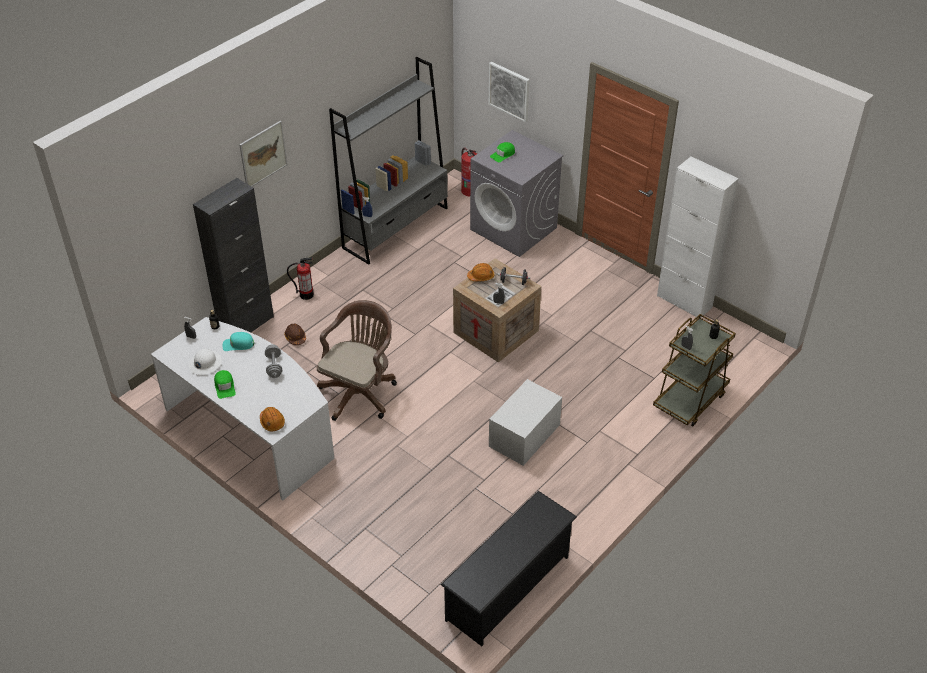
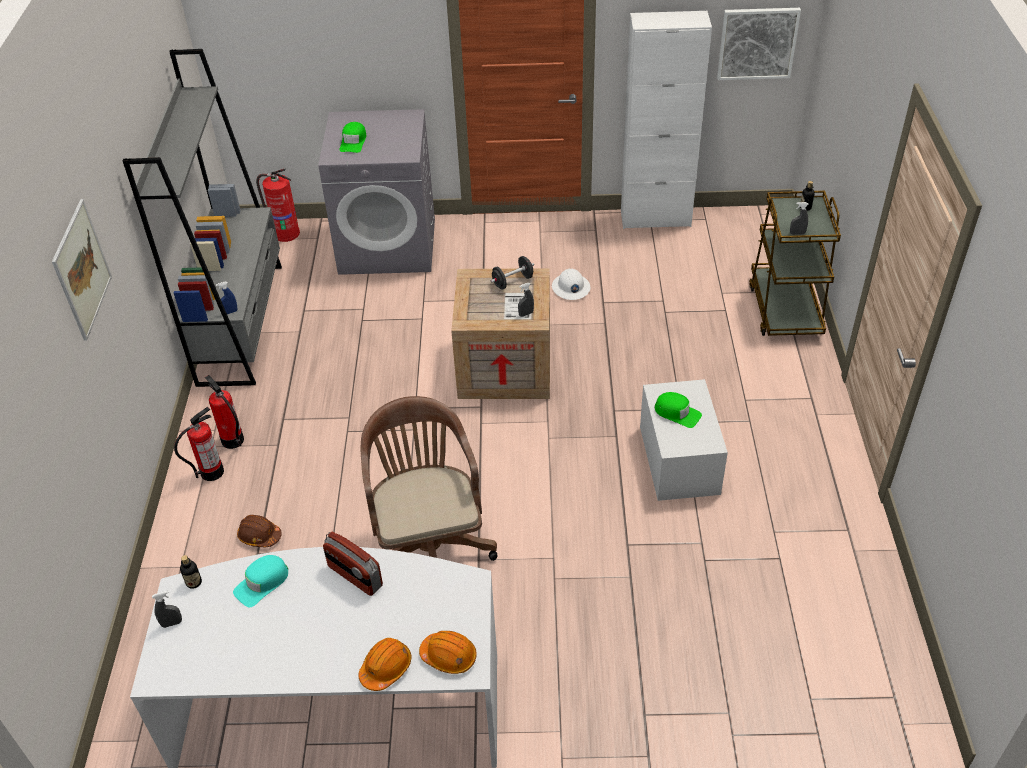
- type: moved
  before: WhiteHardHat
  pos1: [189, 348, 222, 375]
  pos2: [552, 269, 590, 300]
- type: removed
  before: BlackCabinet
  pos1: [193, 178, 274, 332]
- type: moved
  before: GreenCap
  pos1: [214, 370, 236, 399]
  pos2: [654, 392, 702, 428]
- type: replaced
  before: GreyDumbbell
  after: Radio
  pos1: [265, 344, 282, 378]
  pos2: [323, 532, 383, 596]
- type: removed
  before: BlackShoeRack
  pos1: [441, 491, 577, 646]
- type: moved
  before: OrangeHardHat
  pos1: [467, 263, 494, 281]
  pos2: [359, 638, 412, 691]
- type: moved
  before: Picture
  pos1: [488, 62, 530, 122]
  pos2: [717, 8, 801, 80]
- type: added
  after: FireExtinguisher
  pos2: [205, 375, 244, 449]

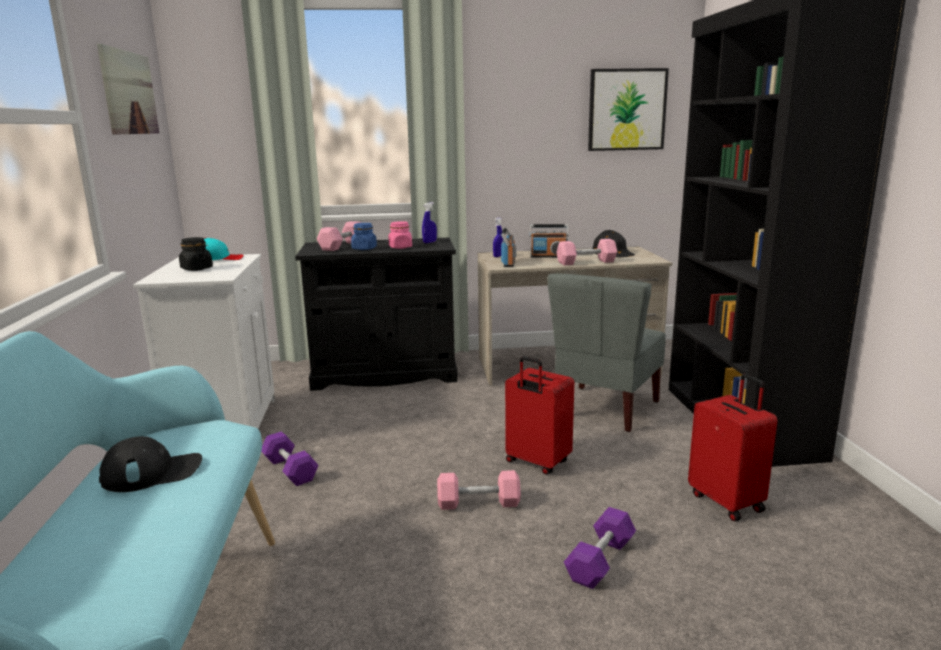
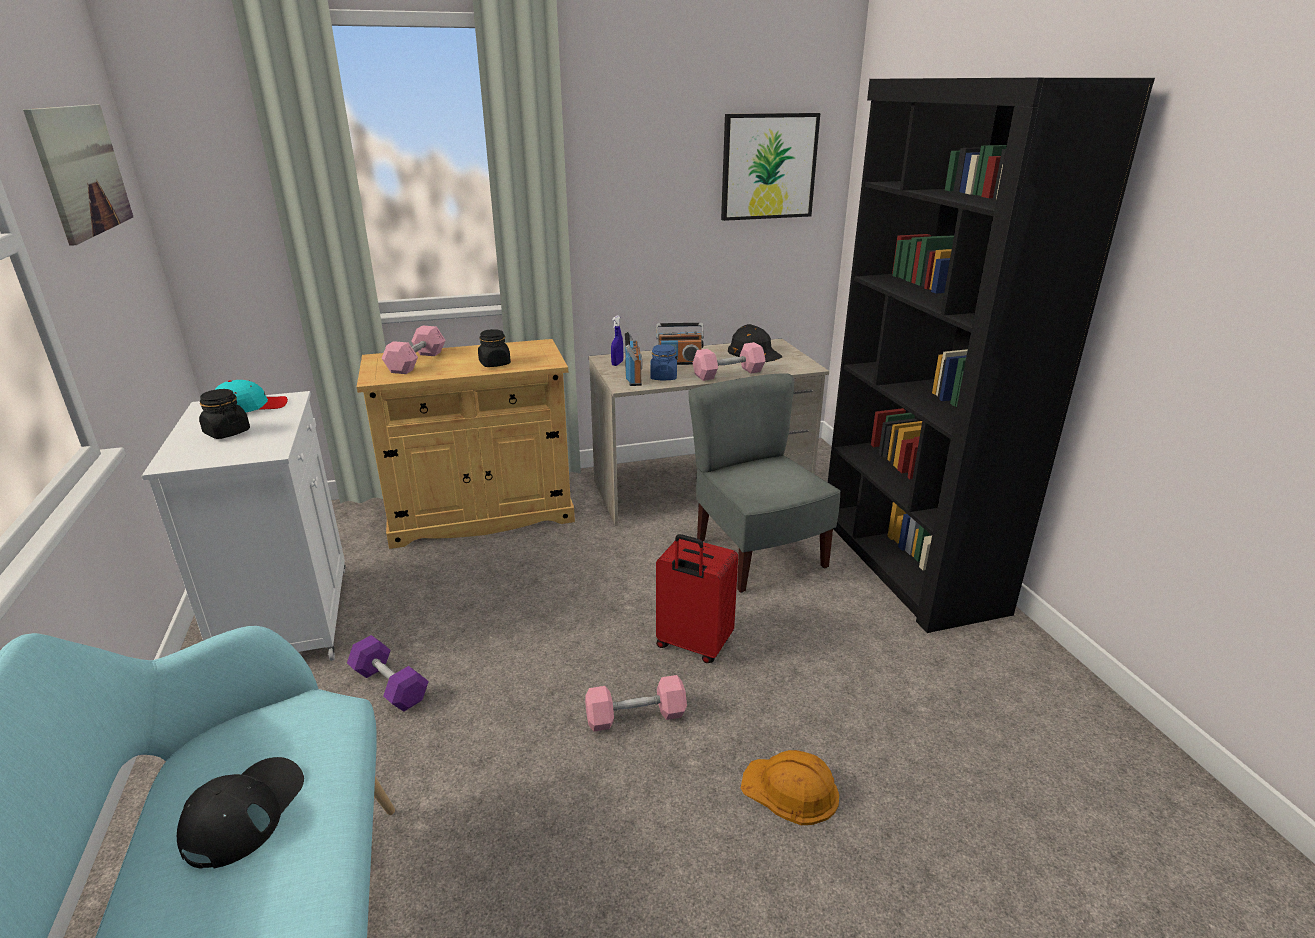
- type: turned
  before: BlackCap
  pos1: [99, 436, 202, 492]
  pos2: [177, 757, 304, 869]
  turn: -45
- type: recoloured
  before: BlackCabinet
  after: BeigeCabinet
  pos1: [295, 238, 458, 391]
  pos2: [357, 339, 575, 549]
- type: moved
  before: BlueJar
  pos1: [351, 223, 377, 250]
  pos2: [650, 344, 677, 380]
- type: recoloured
  before: PinkJar
  after: BlackJar
  pos1: [388, 221, 412, 249]
  pos2: [478, 329, 511, 367]
- type: removed
  before: BlueSprayBottle
  pos1: [422, 202, 437, 243]
- type: turned
  before: GreyChair
  pos1: [547, 274, 666, 432]
  pos2: [688, 373, 840, 593]
  turn: 135
- type: replaced
  before: PurpleDumbbell
  after: OrangeHardHat
  pos1: [564, 507, 636, 589]
  pos2: [740, 750, 839, 825]
- type: removed
  before: RedSuitcase
  pos1: [688, 374, 778, 521]

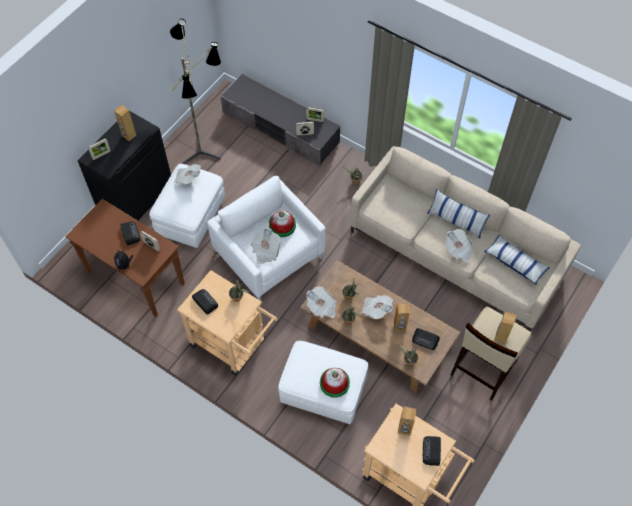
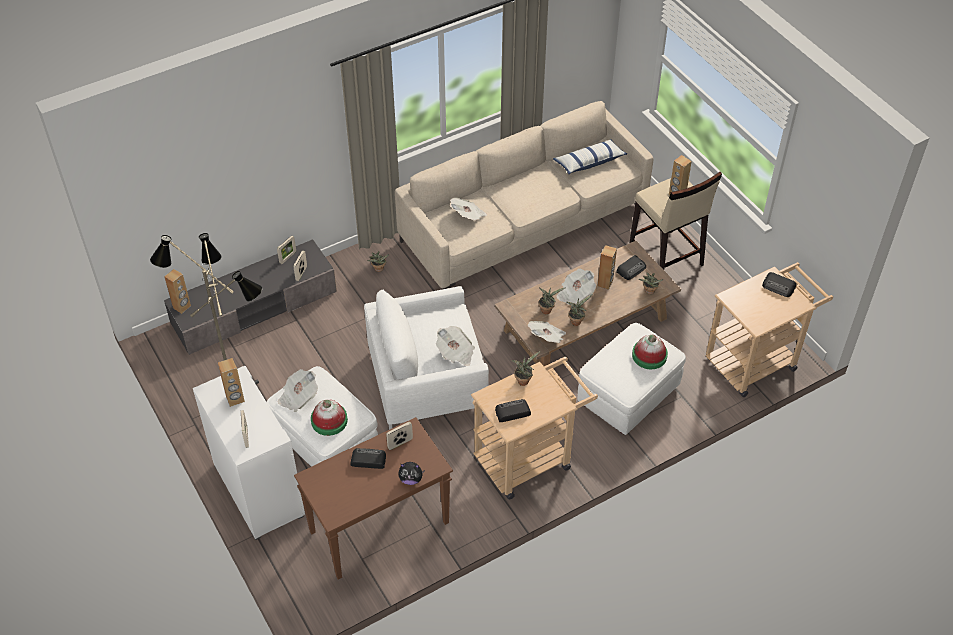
- type: recoloured
  before: BlackCabinet
  after: WhiteCabinet
  pos1: [77, 111, 171, 220]
  pos2: [193, 366, 305, 540]
- type: moved
  before: Hat
  pos1: [269, 210, 296, 237]
  pos2: [311, 399, 348, 436]
- type: moved
  before: BrownSpeaker
  pos1: [398, 406, 416, 436]
  pos2: [164, 269, 191, 314]
- type: removed
  before: Pillow
  pos1: [427, 189, 490, 239]
- type: moved
  before: Newspaper
  pos1: [445, 229, 474, 263]
  pos2: [450, 197, 487, 221]

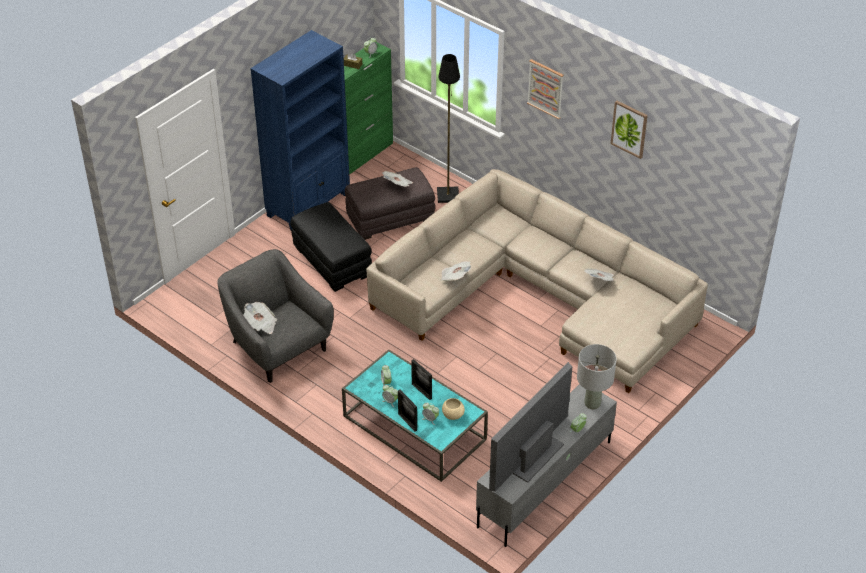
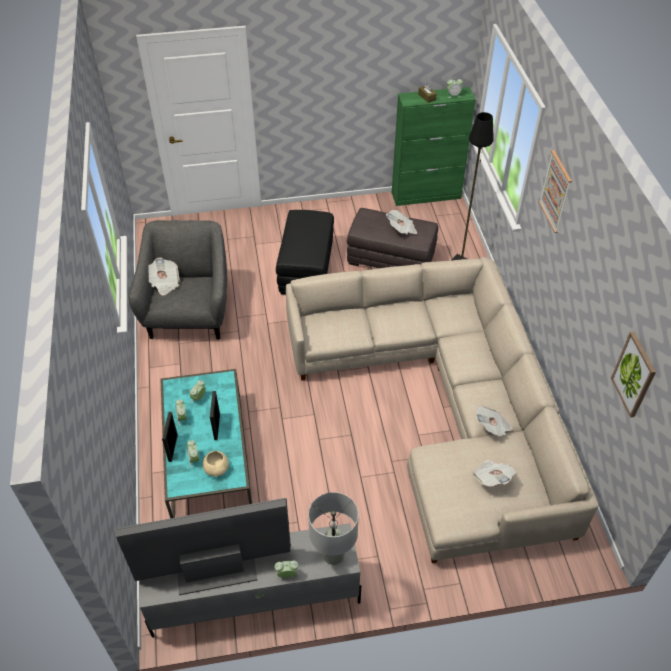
- type: removed
  before: BlueBookcase
  pos1: [250, 30, 350, 230]
- type: moved
  before: Newspaper
  pos1: [441, 261, 471, 281]
  pos2: [472, 460, 516, 486]
- type: moved
  before: Picture
  pos1: [611, 101, 648, 159]
  pos2: [611, 332, 656, 418]

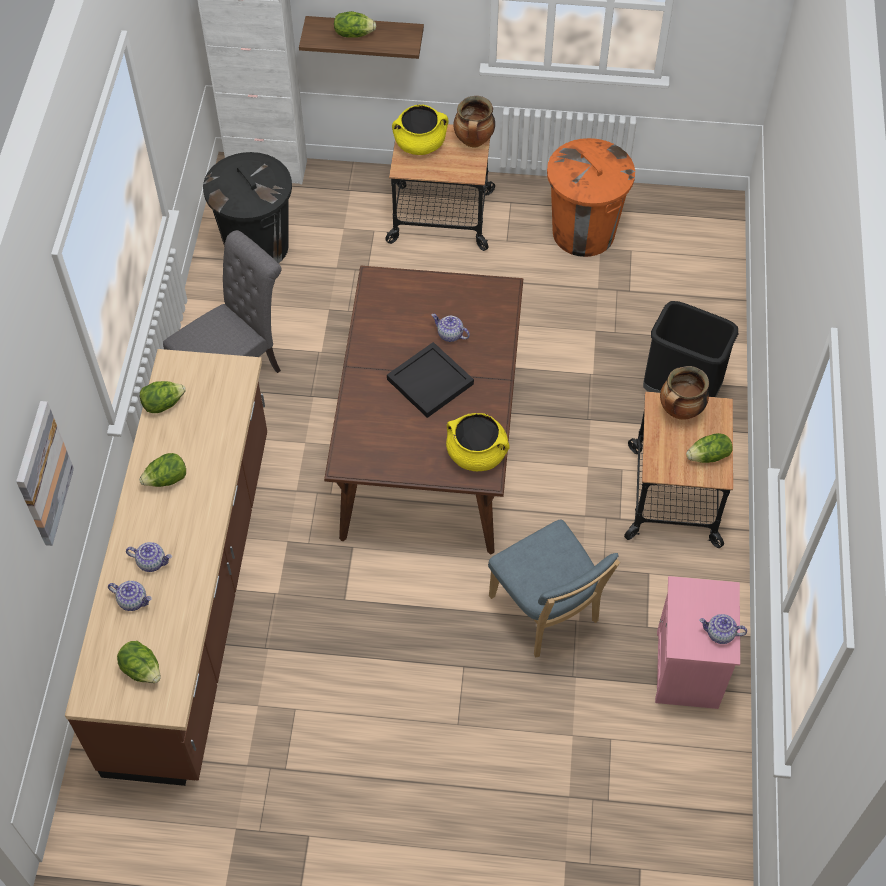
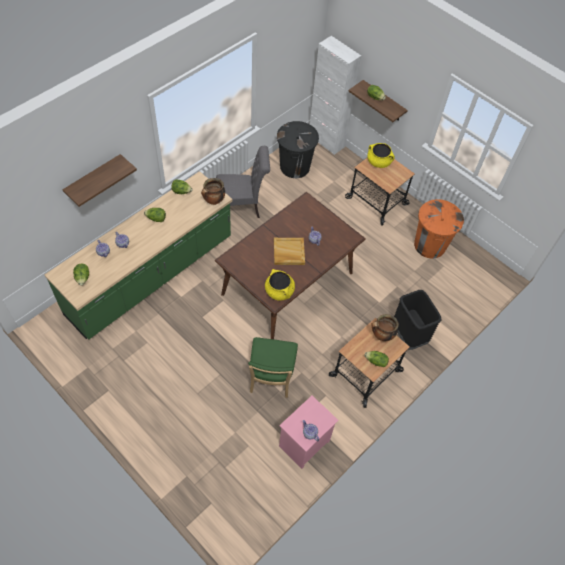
- type: replaced
  before: Picture
  after: Shelf
  pos1: [16, 401, 74, 546]
  pos2: [62, 154, 137, 207]
- type: recoloured
  before: BrownCounter
  after: GreenCounter
  pos1: [65, 349, 267, 786]
  pos2: [44, 171, 232, 340]
- type: recoloured
  before: BlackTray
  after: BeigeTray
  pos1: [387, 342, 474, 418]
  pos2: [274, 238, 305, 265]
- type: moved
  before: CookingPot
  pos1: [453, 96, 495, 148]
  pos2: [201, 178, 225, 205]
- type: recoloured
  before: BlueChair
  after: GreenChair
  pos1: [488, 519, 620, 658]
  pos2: [248, 337, 298, 398]

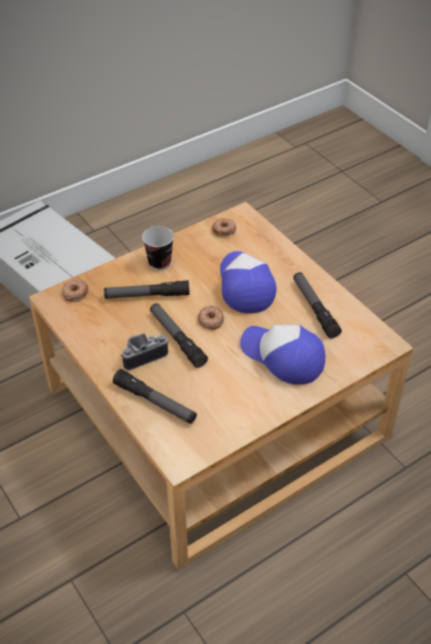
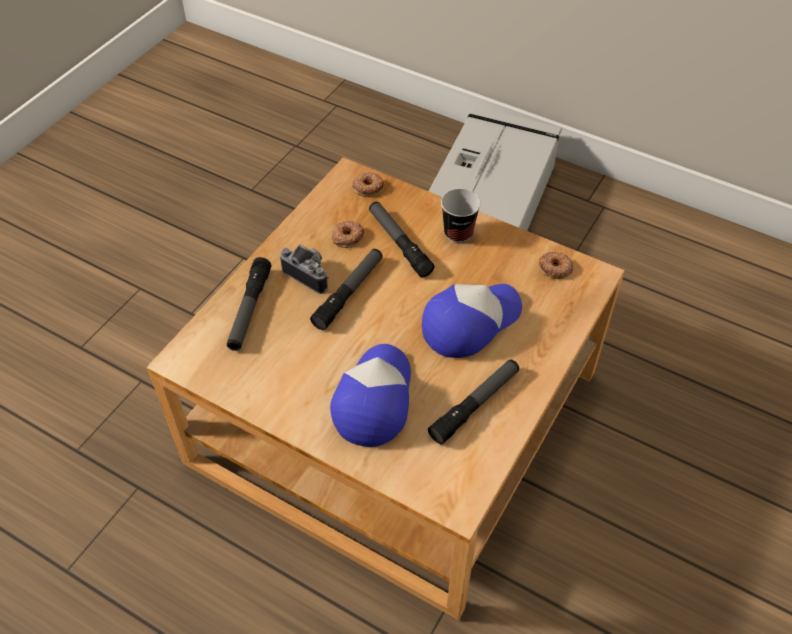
- type: moved
  before: Donut
  pos1: [198, 306, 224, 330]
  pos2: [332, 221, 364, 248]

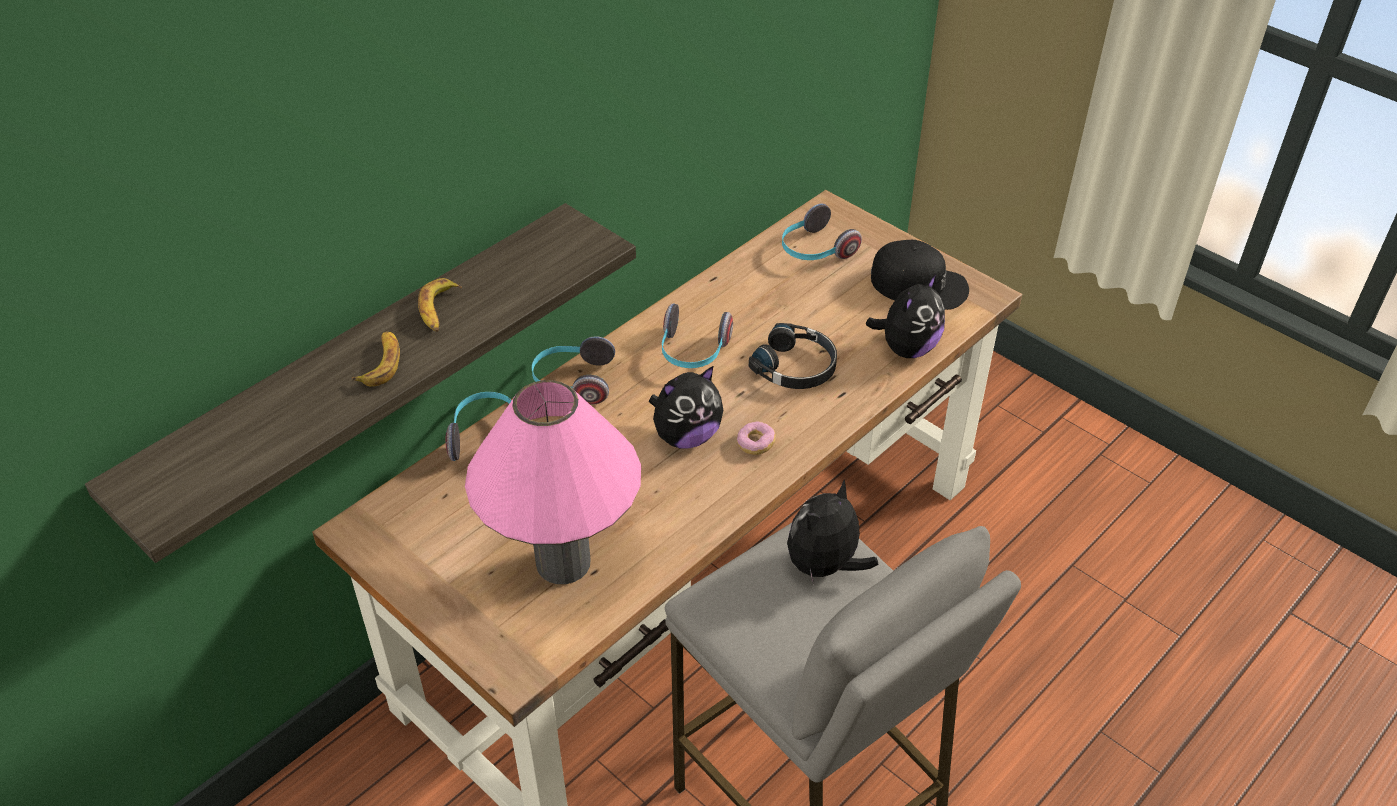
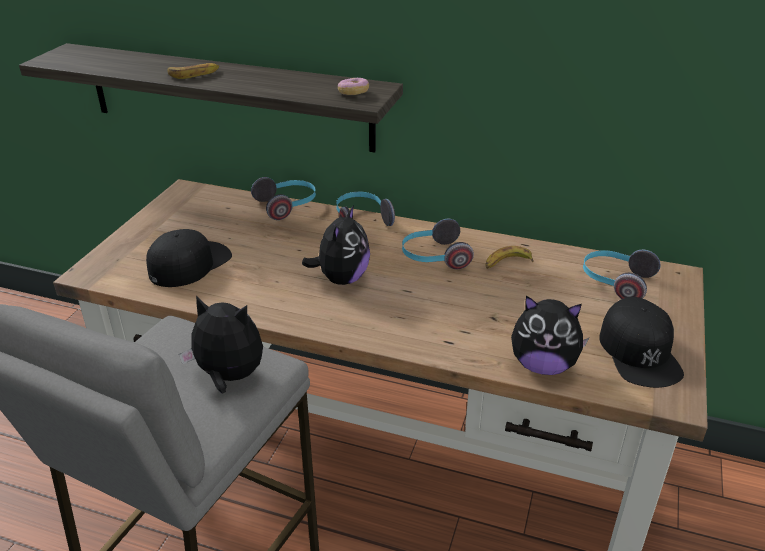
- type: moved
  before: Banana
  pos1: [418, 278, 462, 332]
  pos2: [486, 246, 534, 269]
- type: replaced
  before: PinkTableLamp
  after: BlackCap
  pos1: [465, 380, 641, 584]
  pos2: [146, 229, 232, 287]
- type: turned
  before: PlushToy
  pos1: [649, 365, 723, 448]
  pos2: [302, 205, 370, 285]
  turn: -105
- type: moved
  before: Donut
  pos1: [737, 421, 776, 455]
  pos2: [338, 78, 369, 95]
- type: removed
  before: BlackHeadphones
  pos1: [749, 323, 837, 389]

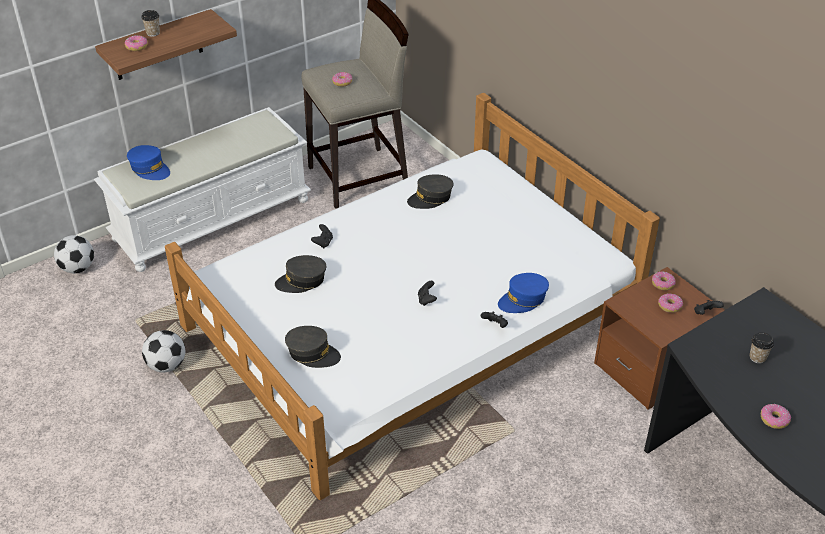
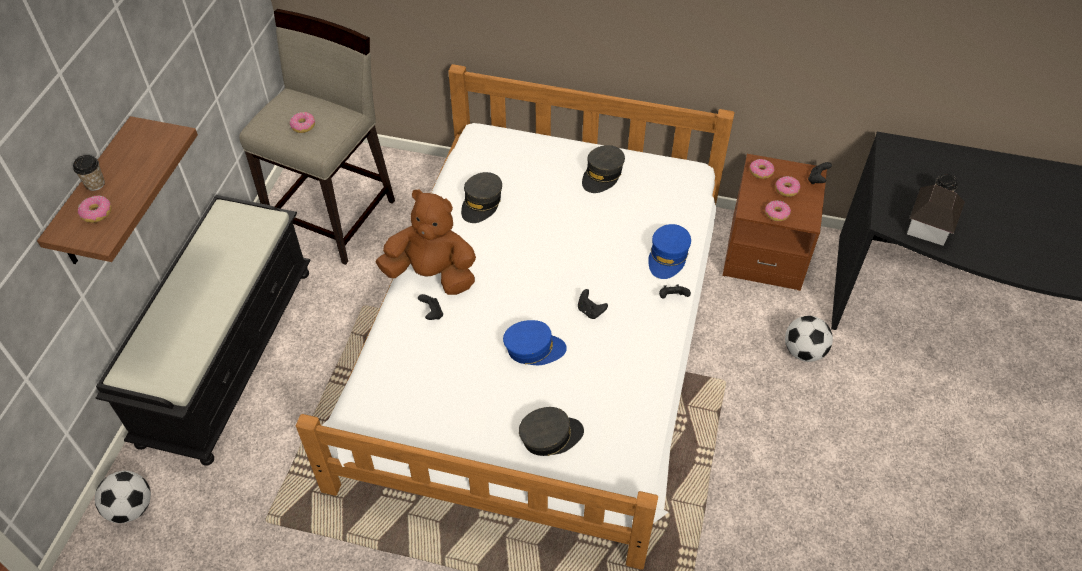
- type: recoloured
  before: WhiteBench
  after: BlackBench
  pos1: [94, 107, 311, 272]
  pos2: [96, 195, 310, 466]
- type: moved
  before: BlueCap
  pos1: [127, 145, 170, 180]
  pos2: [503, 320, 567, 365]
- type: moved
  before: Football
  pos1: [142, 330, 185, 373]
  pos2: [785, 316, 833, 362]
- type: moved
  before: GreyCap
  pos1: [275, 255, 326, 293]
  pos2: [582, 145, 625, 193]
- type: moved
  before: Donut
  pos1: [761, 404, 791, 429]
  pos2: [765, 201, 791, 221]
- type: added
  after: BrownPlushToy
  pos2: [376, 190, 476, 295]
- type: added
  after: ToyHouse
  pos2: [907, 185, 965, 245]

